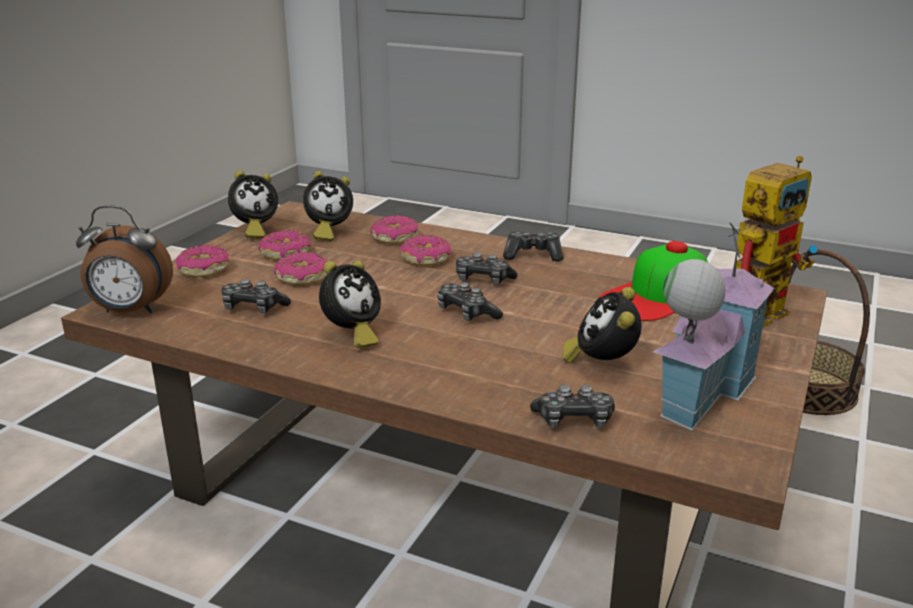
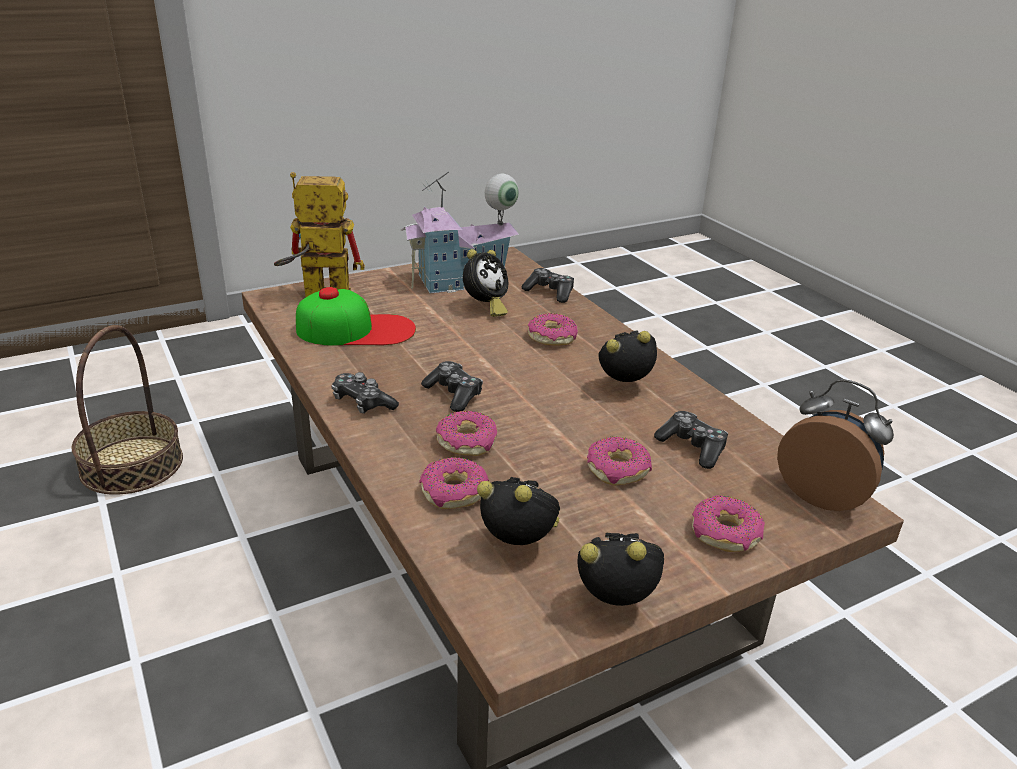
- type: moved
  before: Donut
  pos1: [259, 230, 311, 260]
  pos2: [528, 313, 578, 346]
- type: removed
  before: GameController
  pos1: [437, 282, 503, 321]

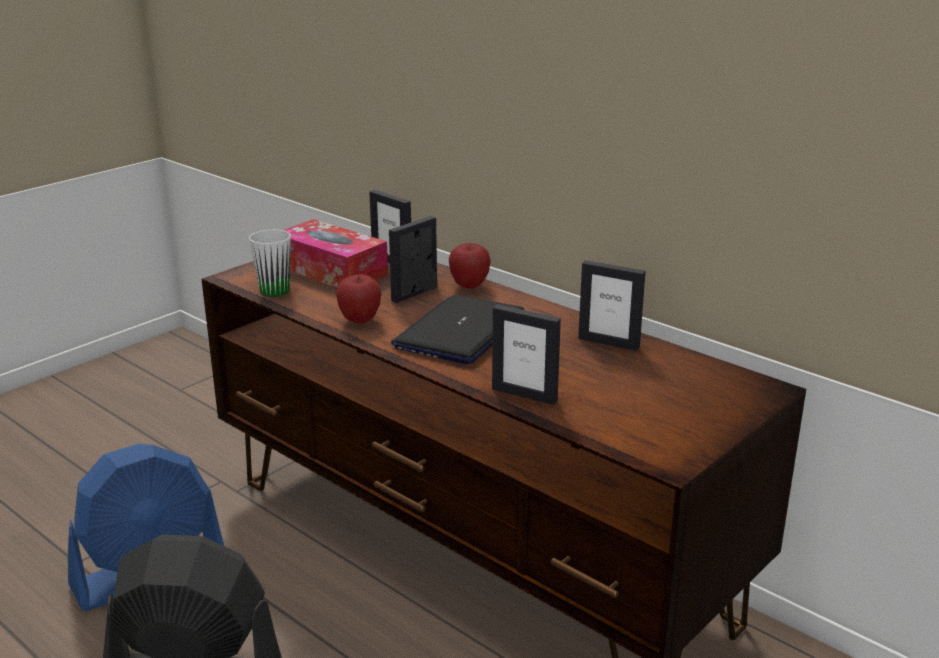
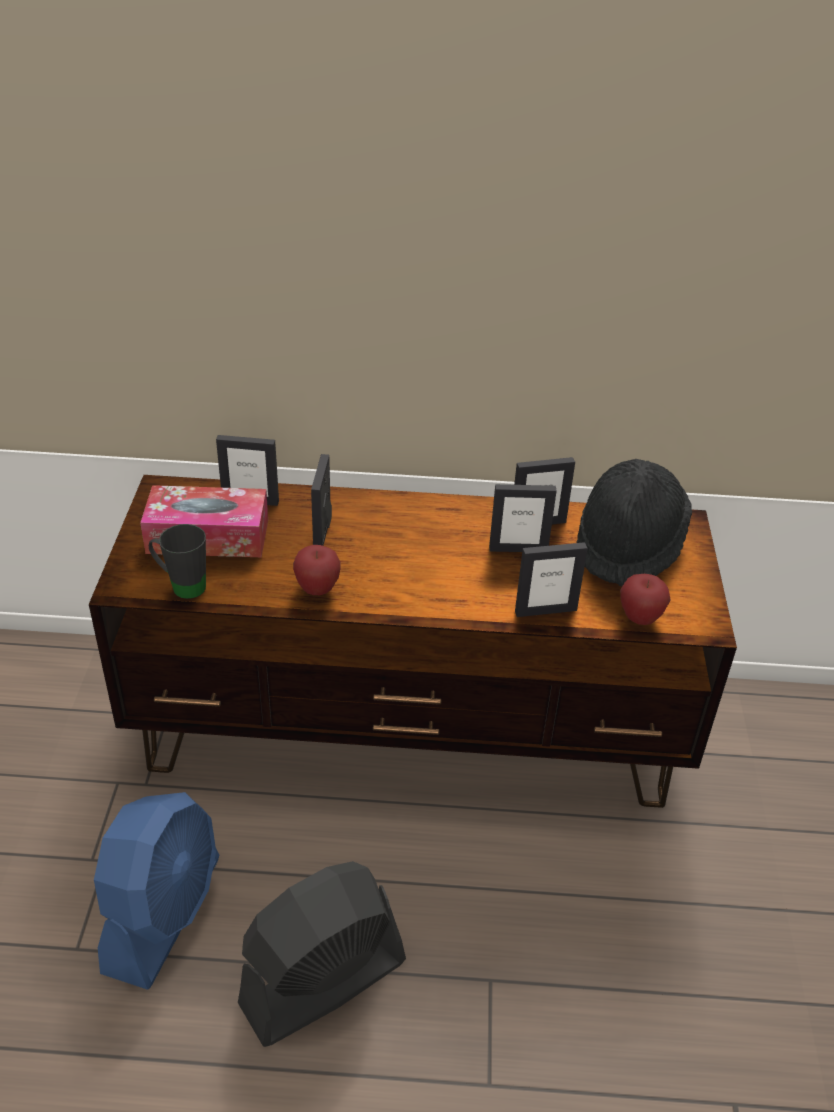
- type: recoloured
  before: WhiteMug
  after: BlackMug
  pos1: [249, 230, 291, 297]
  pos2: [149, 524, 206, 599]
- type: removed
  before: Laptop
  pos1: [391, 295, 524, 364]
- type: moved
  before: Apple
  pos1: [449, 243, 491, 289]
  pos2: [620, 574, 671, 625]
- type: added
  after: PictureFrame
  pos2: [489, 484, 556, 552]
- type: added
  after: BlackHat
  pos2: [576, 459, 692, 586]

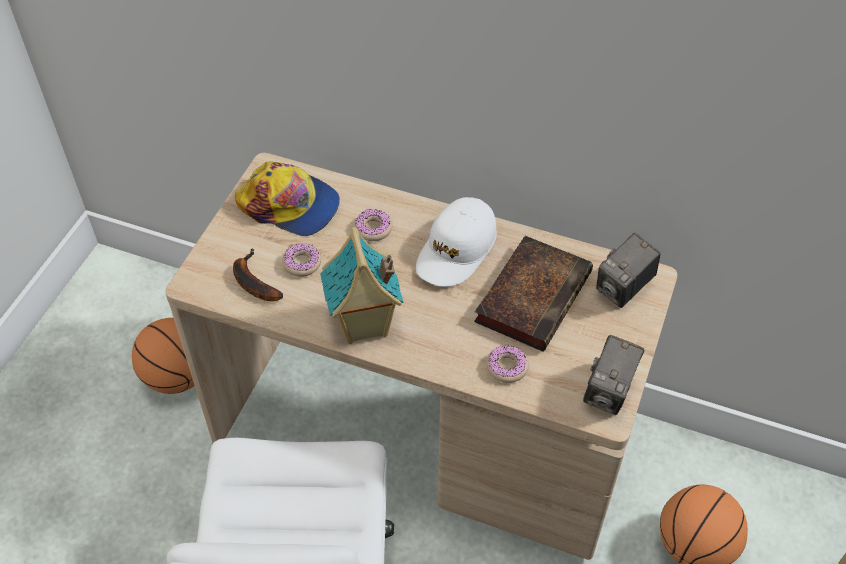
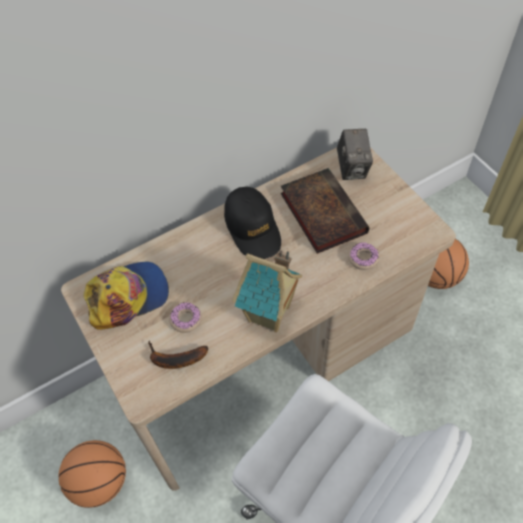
- type: removed
  before: Donut
  pos1: [354, 209, 393, 241]
- type: recoloured
  before: WhiteCap
  after: BlackCap
  pos1: [416, 197, 497, 287]
  pos2: [224, 187, 281, 259]
- type: removed
  before: PhotoCamera
  pos1: [583, 335, 644, 415]

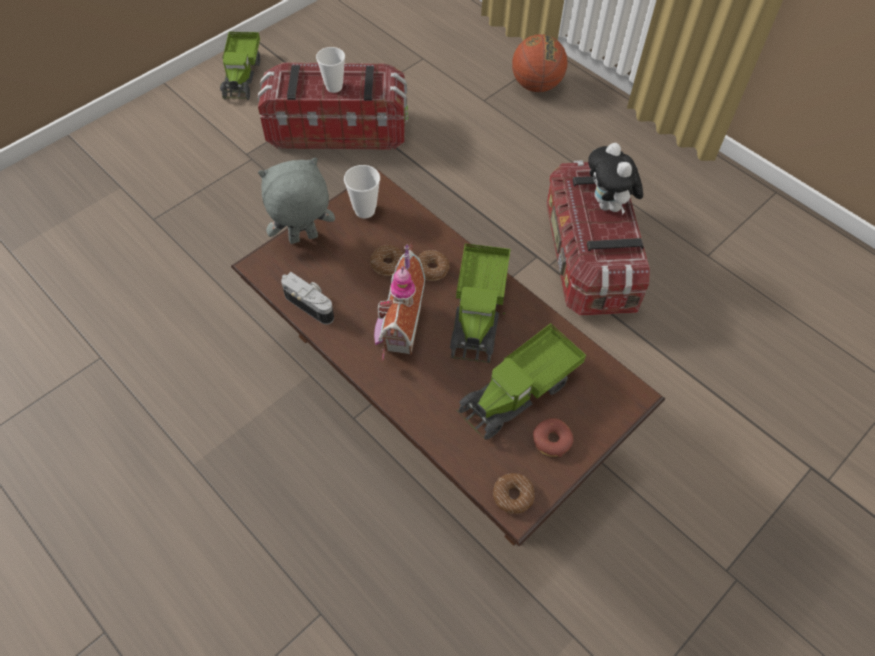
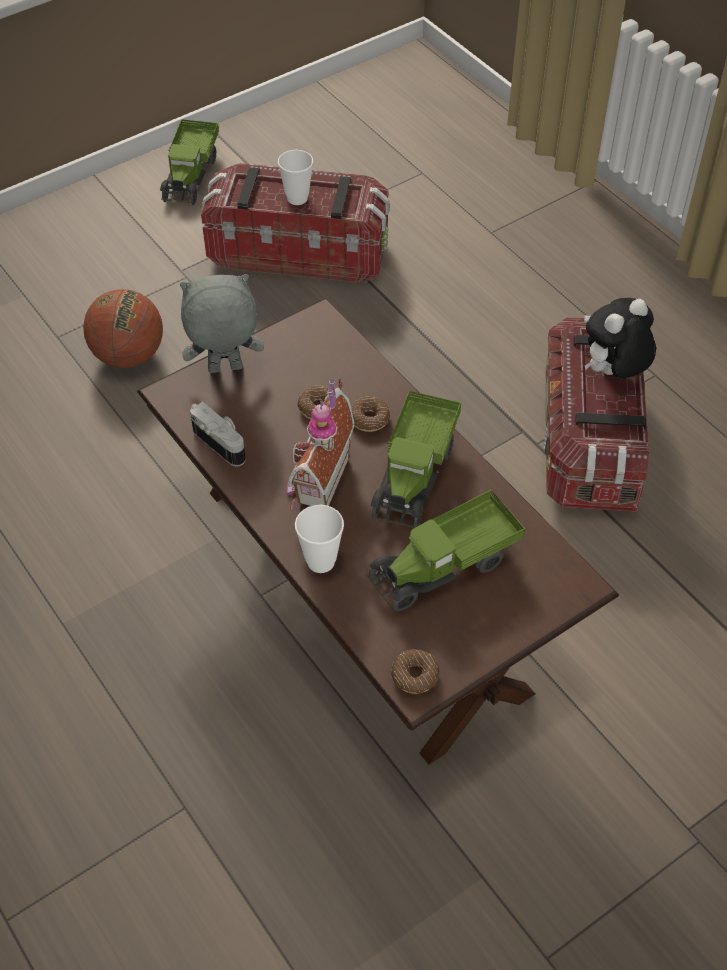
- type: moved
  before: Cup
  pos1: [344, 165, 380, 218]
  pos2: [295, 505, 344, 573]
- type: moved
  before: Basketball
  pos1: [512, 34, 567, 92]
  pos2: [83, 289, 163, 368]
- type: removed
  before: Donut
  pos1: [533, 418, 573, 457]
- type: turned
  before: PlushToy
  pos1: [588, 143, 643, 215]
  pos2: [585, 298, 656, 379]
  turn: 60

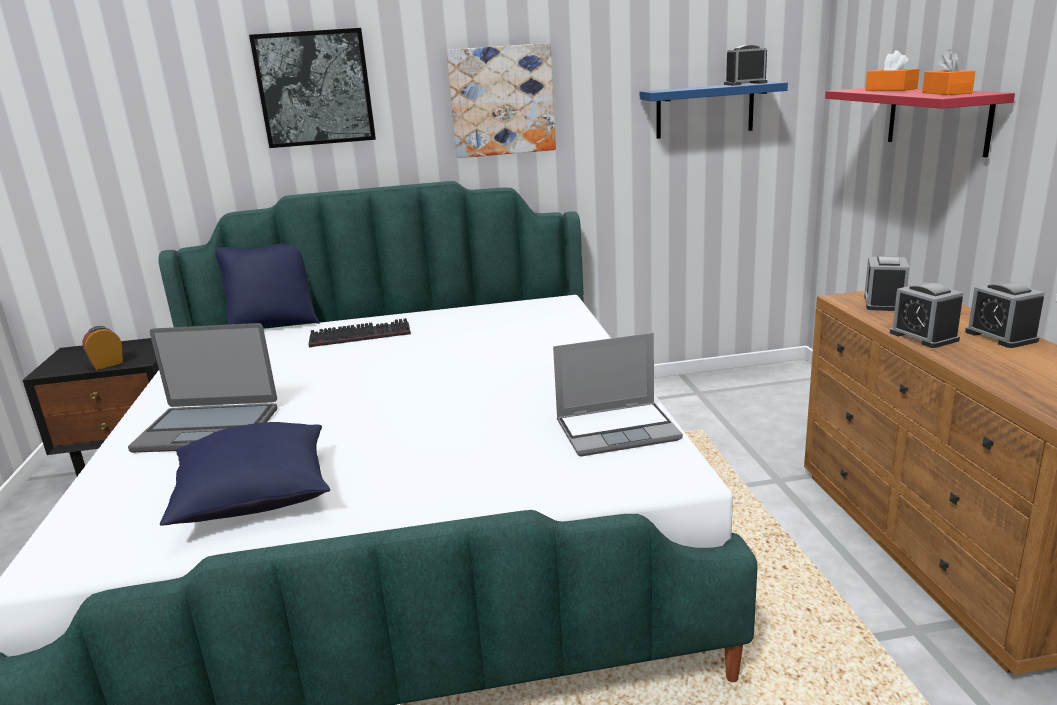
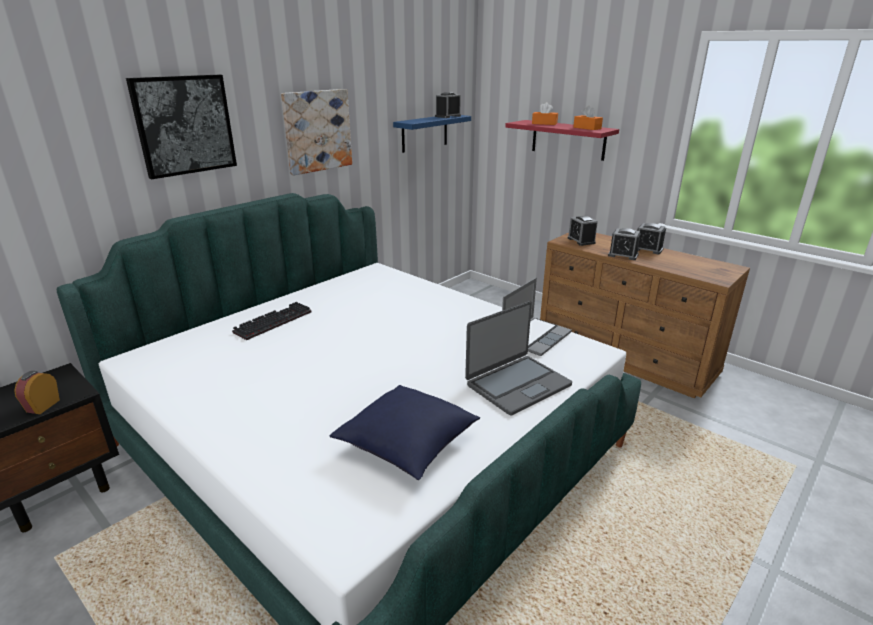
- type: moved
  before: Laptop
  pos1: [128, 323, 277, 453]
  pos2: [465, 301, 572, 416]
- type: removed
  before: BluePillow
  pos1: [215, 244, 319, 326]

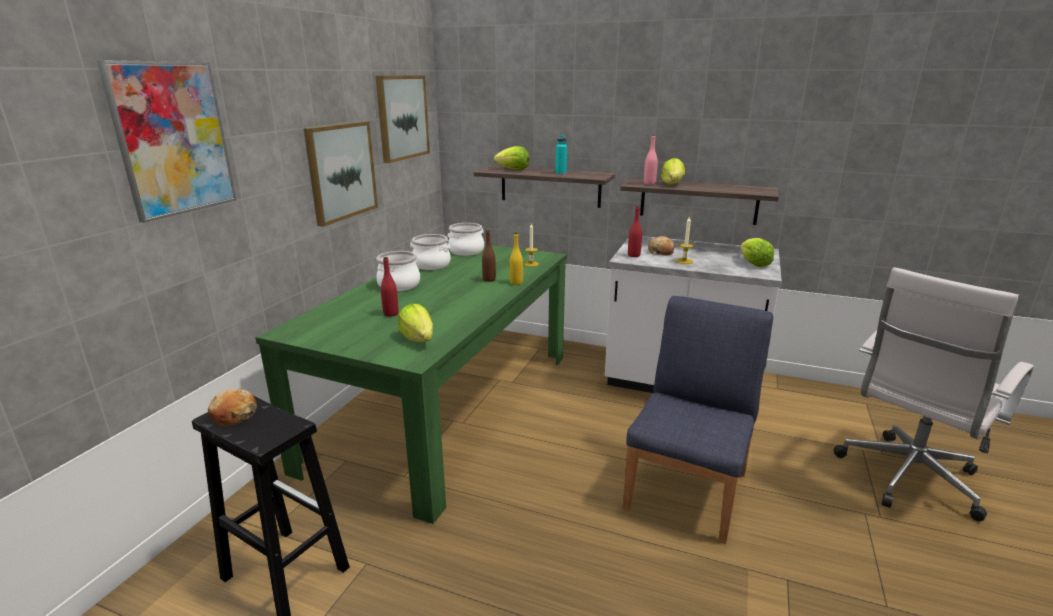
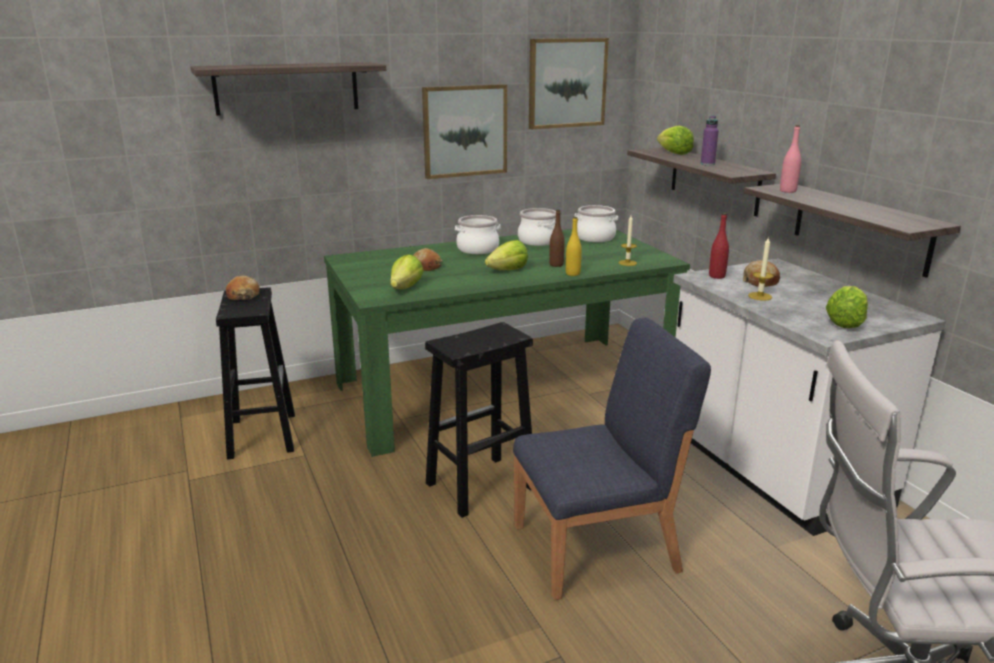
- type: replaced
  before: Picture
  after: Shelf
  pos1: [97, 60, 236, 223]
  pos2: [191, 62, 386, 116]
- type: replaced
  before: RedBottle
  after: Bread
  pos1: [381, 257, 398, 317]
  pos2: [413, 248, 443, 271]
- type: recoloured
  before: TurquoiseBottle
  after: PurpleBottle
  pos1: [555, 135, 567, 175]
  pos2: [701, 116, 719, 166]
- type: moved
  before: Lettuce
  pos1: [661, 158, 685, 184]
  pos2: [485, 240, 528, 270]
- type: added
  after: BlackStool
  pos2: [425, 322, 533, 518]

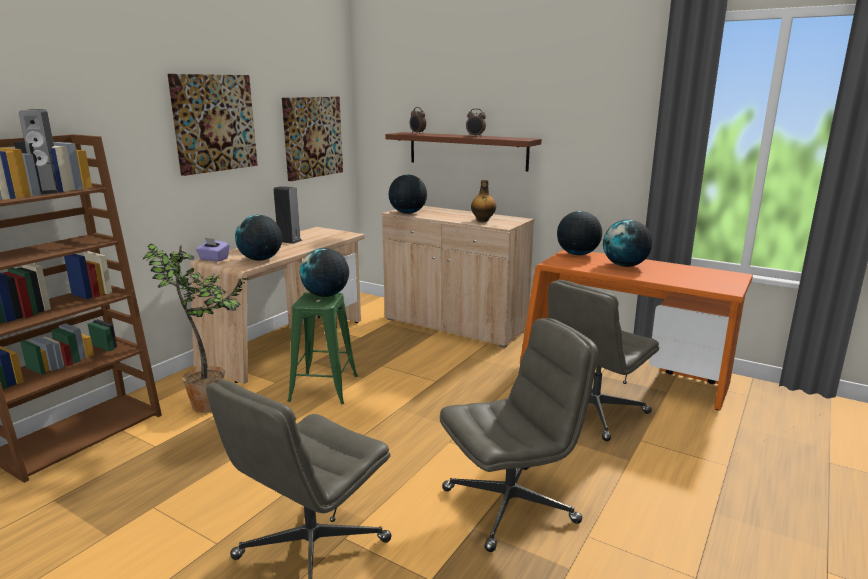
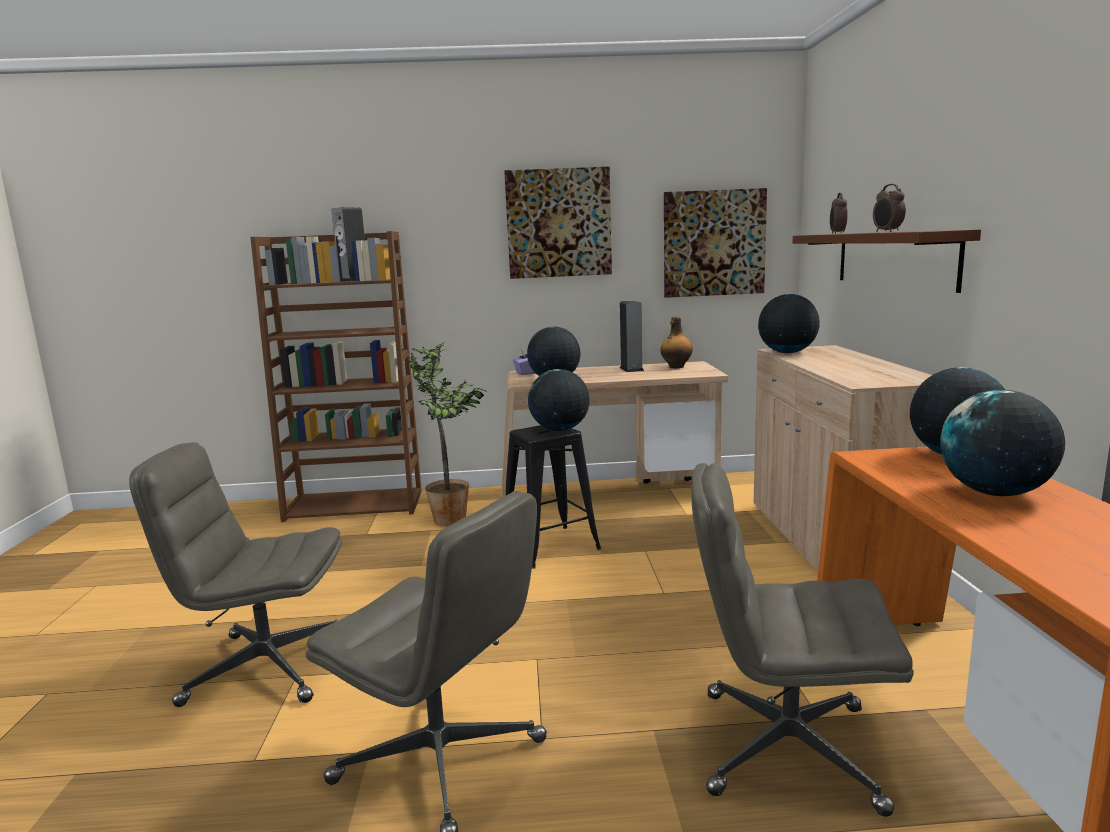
- type: recoloured
  before: GreenStool
  after: BlackStool
  pos1: [288, 292, 358, 405]
  pos2: [505, 425, 601, 569]
- type: moved
  before: Bottle
  pos1: [471, 180, 496, 222]
  pos2: [660, 317, 693, 368]

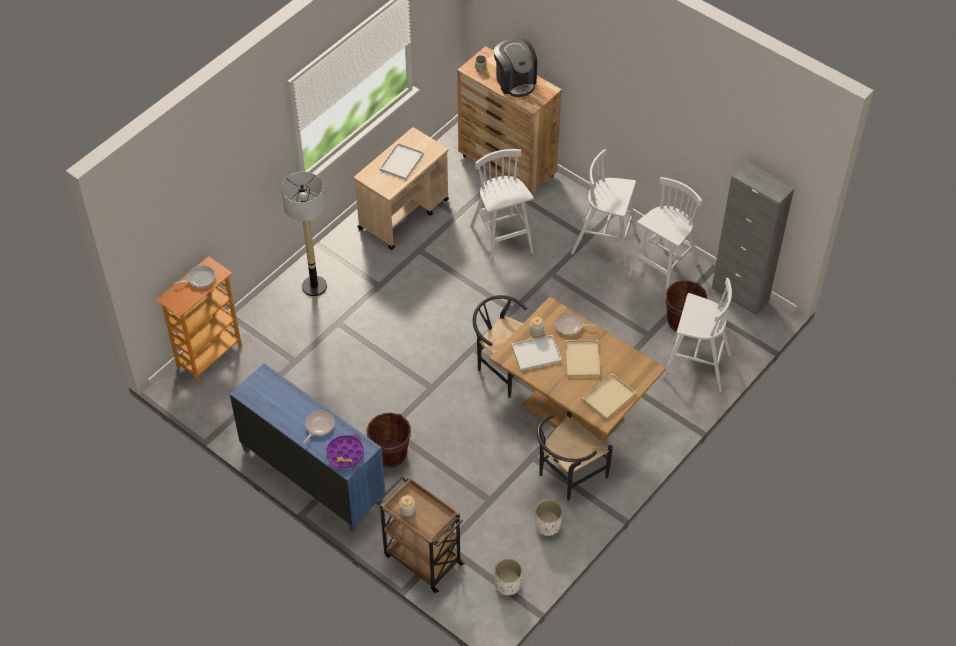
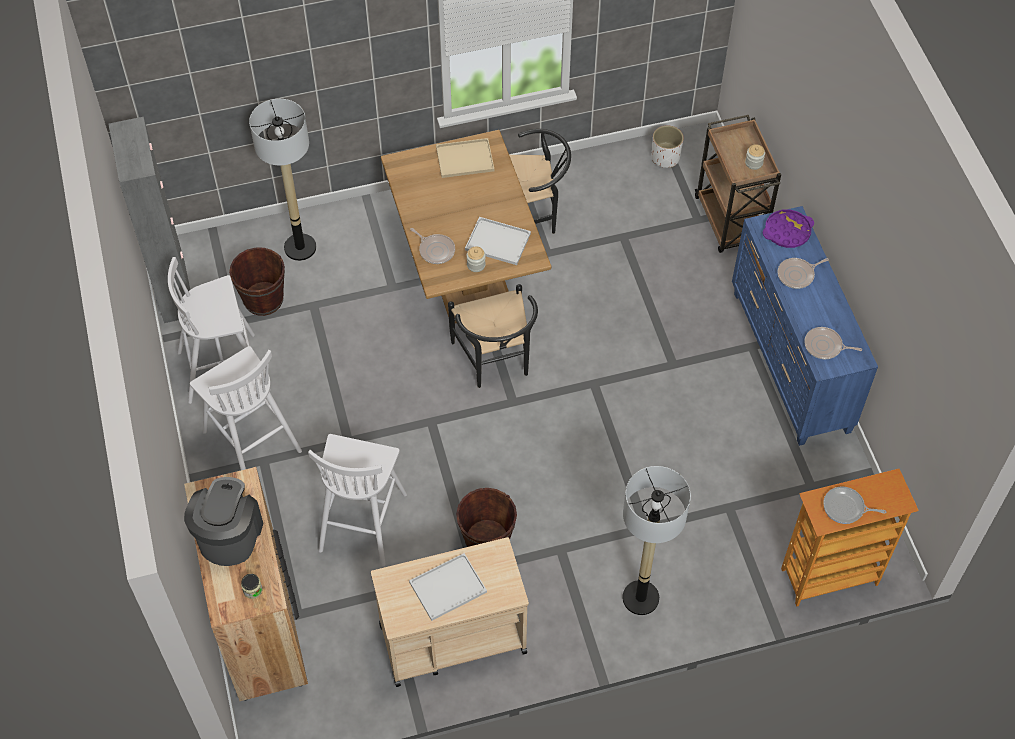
- type: moved
  before: BrownBucket
  pos1: [367, 413, 411, 468]
  pos2: [456, 488, 517, 547]
- type: removed
  before: WhitePlanter
  pos1: [535, 499, 563, 536]
- type: removed
  before: BeigeTray
  pos1: [566, 340, 600, 377]
- type: replaced
  before: WhiteStool
  after: FloorLamp
  pos1: [662, 278, 732, 392]
  pos2: [249, 99, 316, 261]
- type: added
  after: FryingPan
  pos2: [804, 327, 862, 359]

